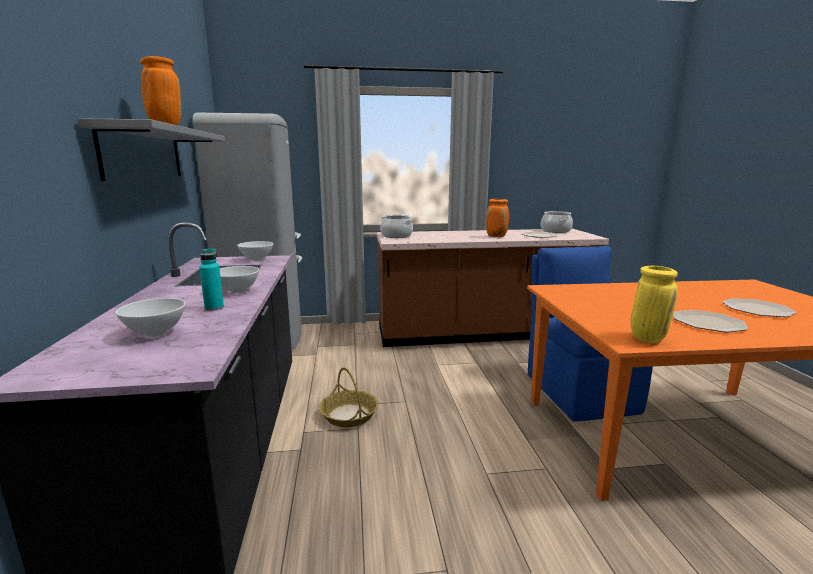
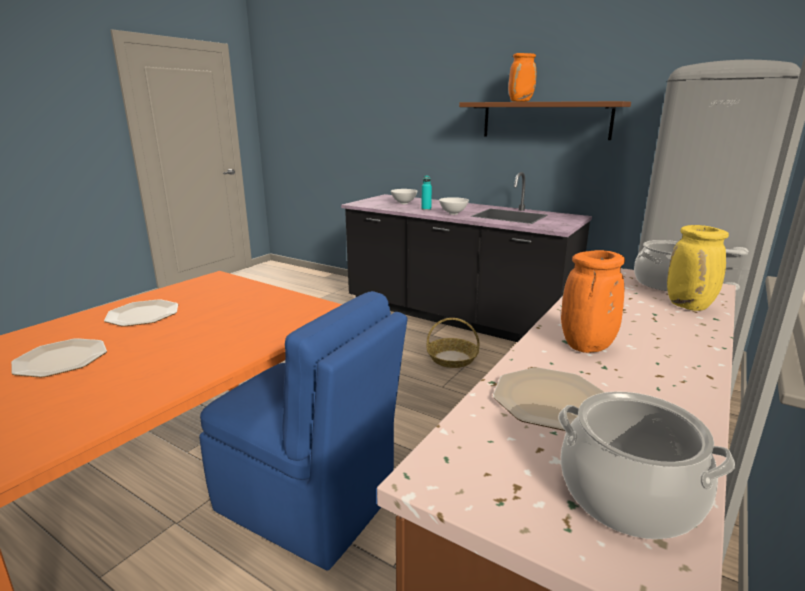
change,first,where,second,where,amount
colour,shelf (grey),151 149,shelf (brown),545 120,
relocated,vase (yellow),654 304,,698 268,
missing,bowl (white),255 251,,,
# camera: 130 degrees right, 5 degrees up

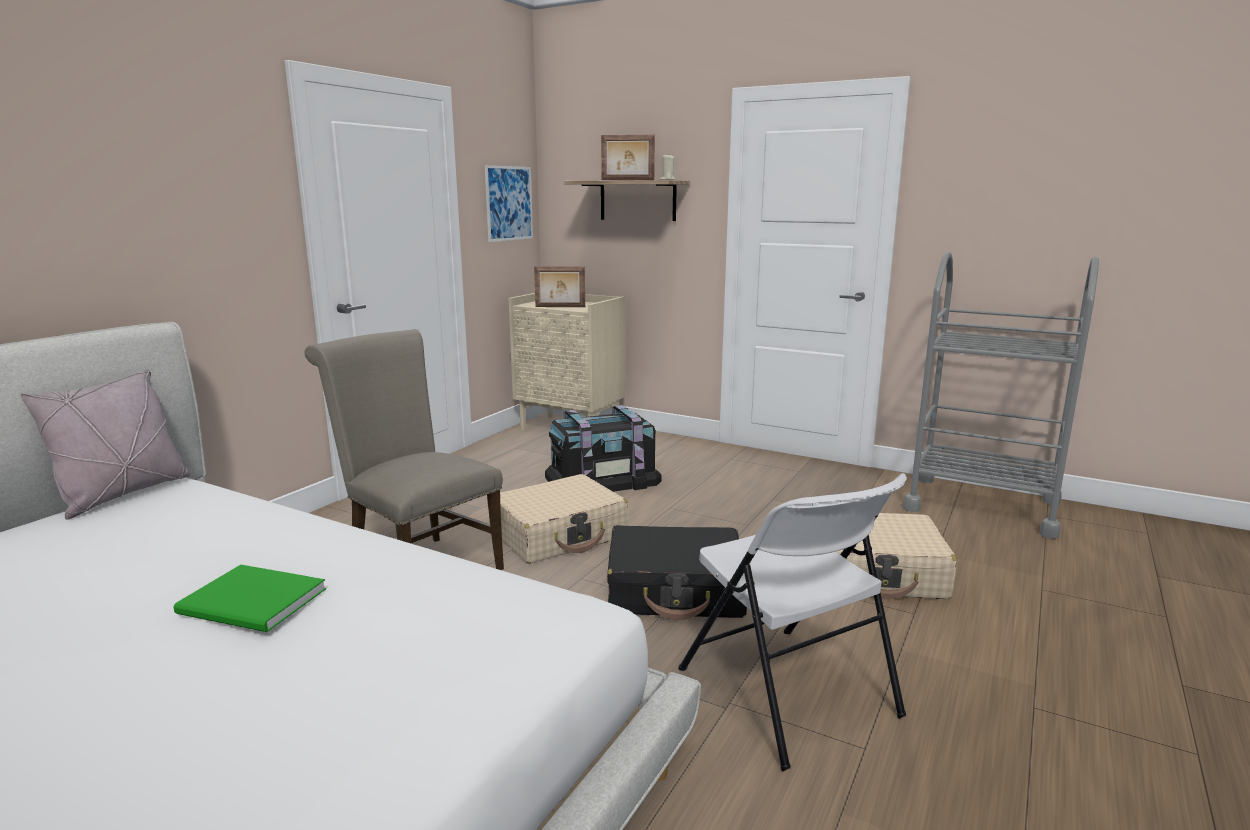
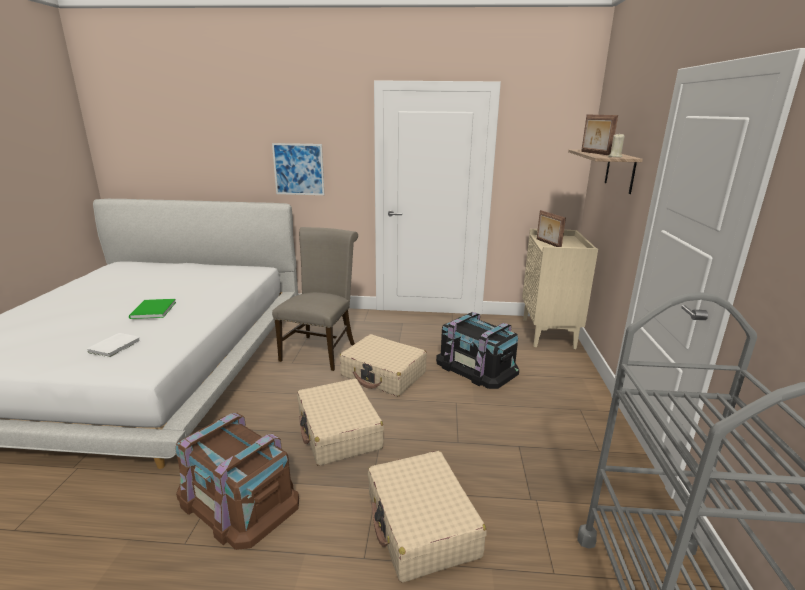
change,first,where,second,where,amount
appeared,,,book (white),113 345,
exchanged,chair (white),792 622,storage box (brown),237 481,
relocated,picture,509 203,,298 169,
colour,suitcase (black),677 572,suitcase (beige),340 422,
missing,pillow (purple),105 444,,,
# camera: 65 degrees right, 5 degrees up

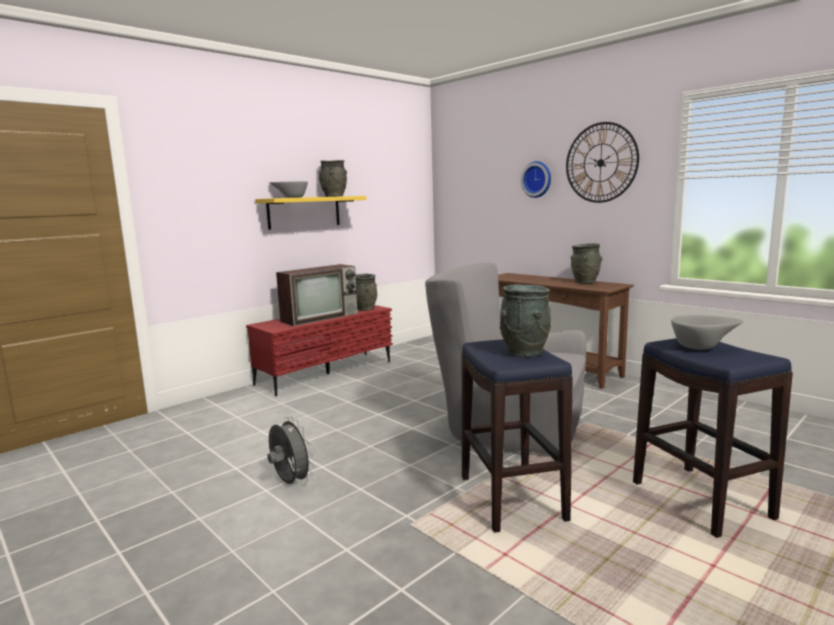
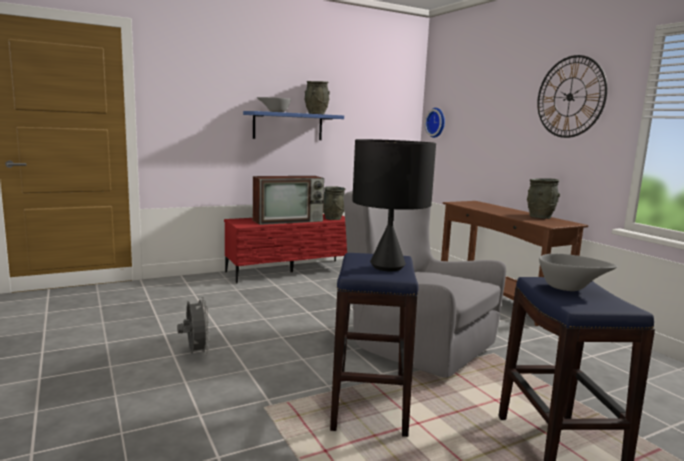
change,first,where,second,where,amount
colour,shelf (yellow),310 213,shelf (blue),293 125,
exchanged,vase (grey),525 320,table lamp (black),394 205,
relocated,wall clock,536 179,,435 123,
# camera: 15 degrees right, 0 degrees up

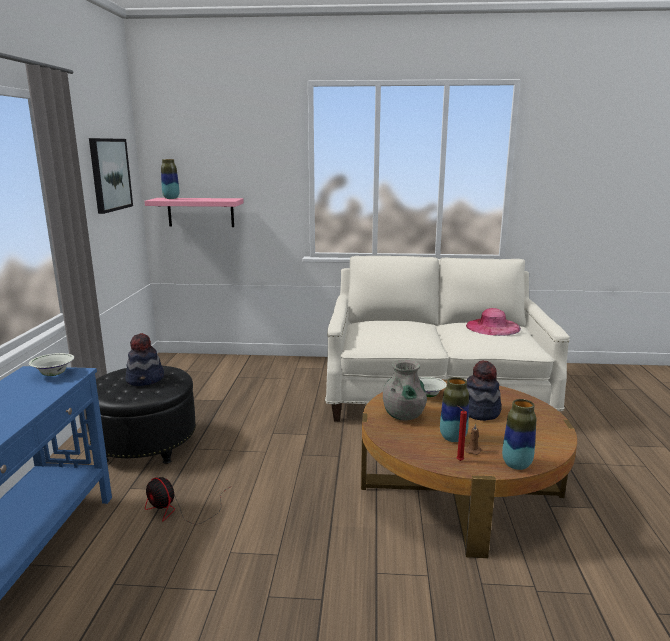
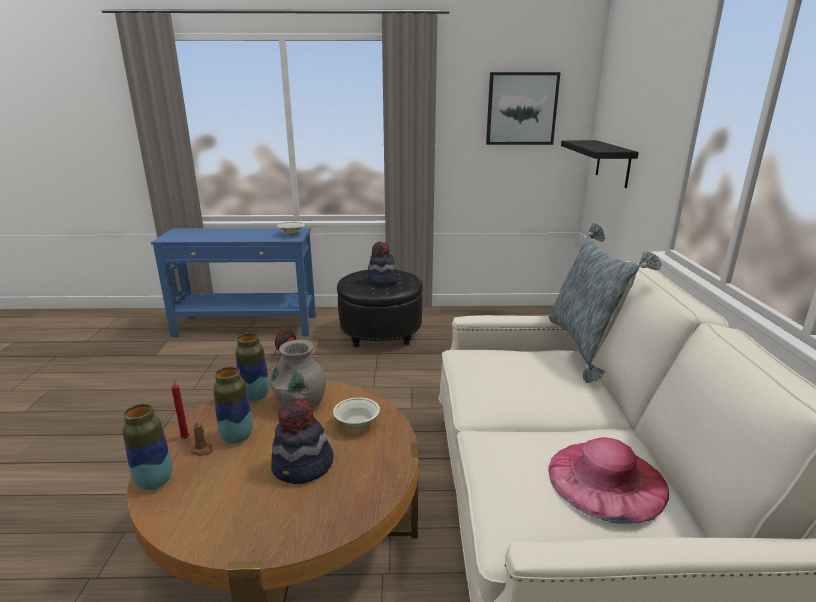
change,first,where,second,where,amount
relocated,vase,170 179,,252 367,
appeared,,,pillow,605 303,
colour,shelf (pink),194 212,shelf (black),600 164,
# camera: 85 degrees right, 5 degrees up

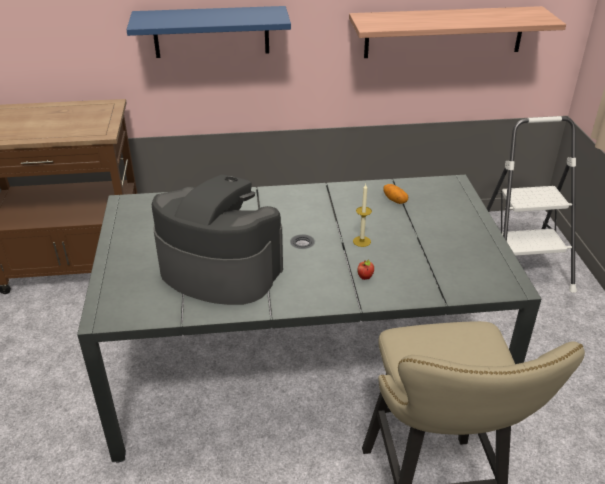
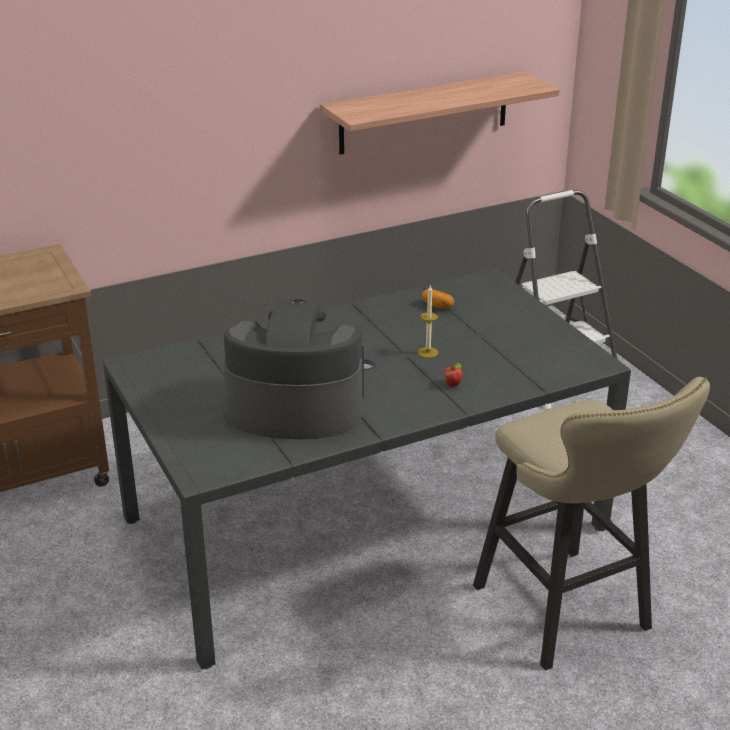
change,first,where,second,where,amount
missing,shelf (blue),209 32,,,
# camera: 20 degrees left, 5 degrees down

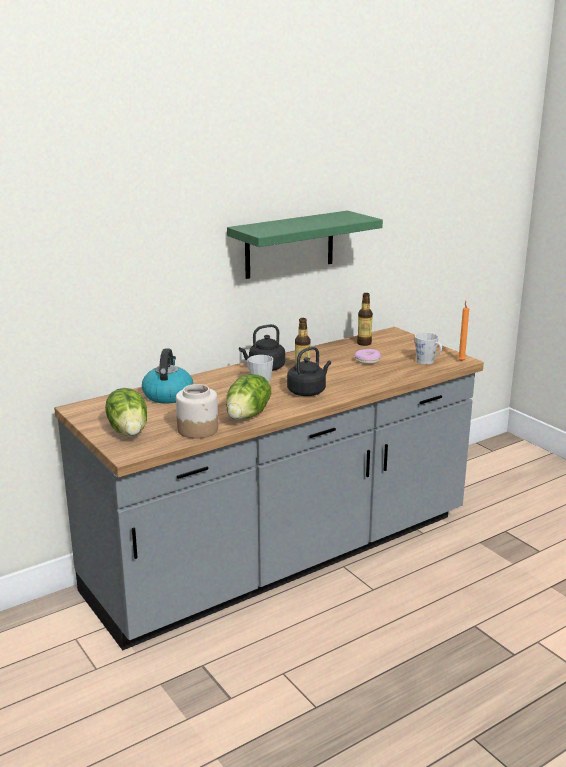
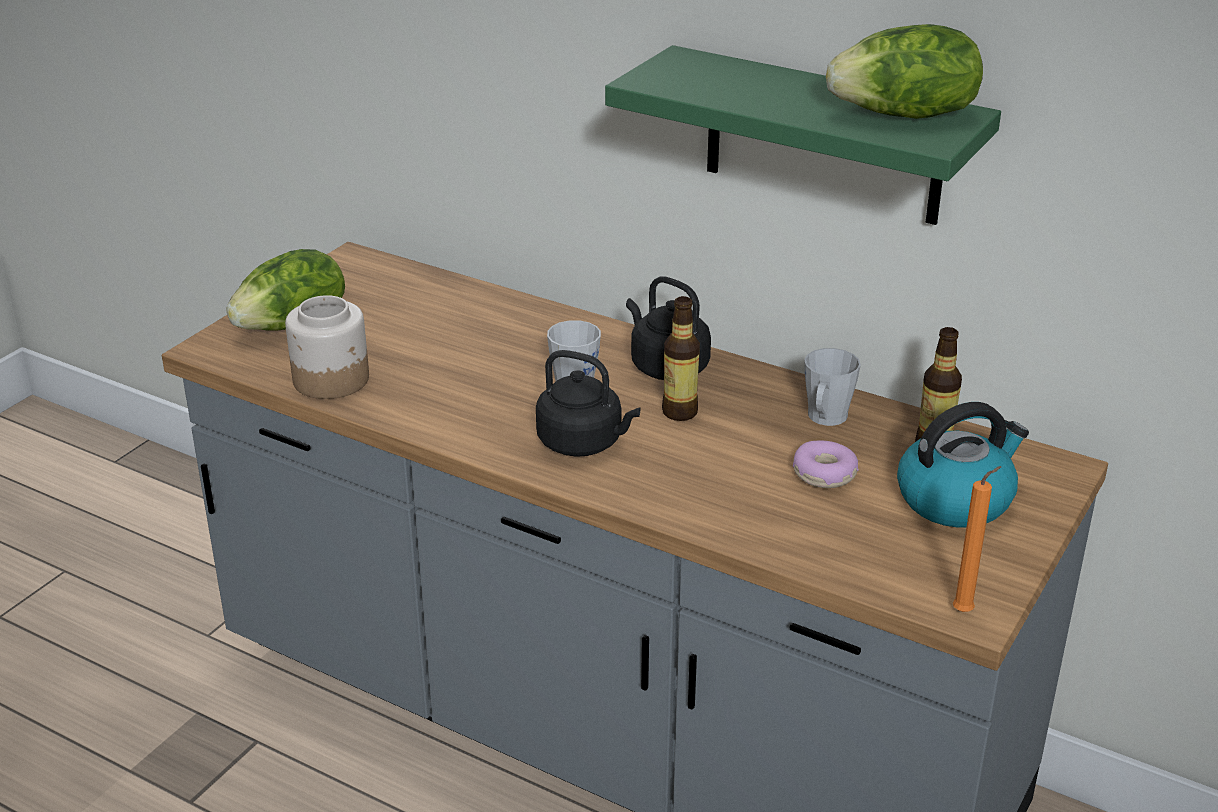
change,first,where,second,where,amount
relocated,mug (grey),428 348,,832 387,
relocated,lettuce,248 396,,904 71,
relocated,kettle,167 376,,963 464,
# camera: 65 degrees right, 10 degrees up

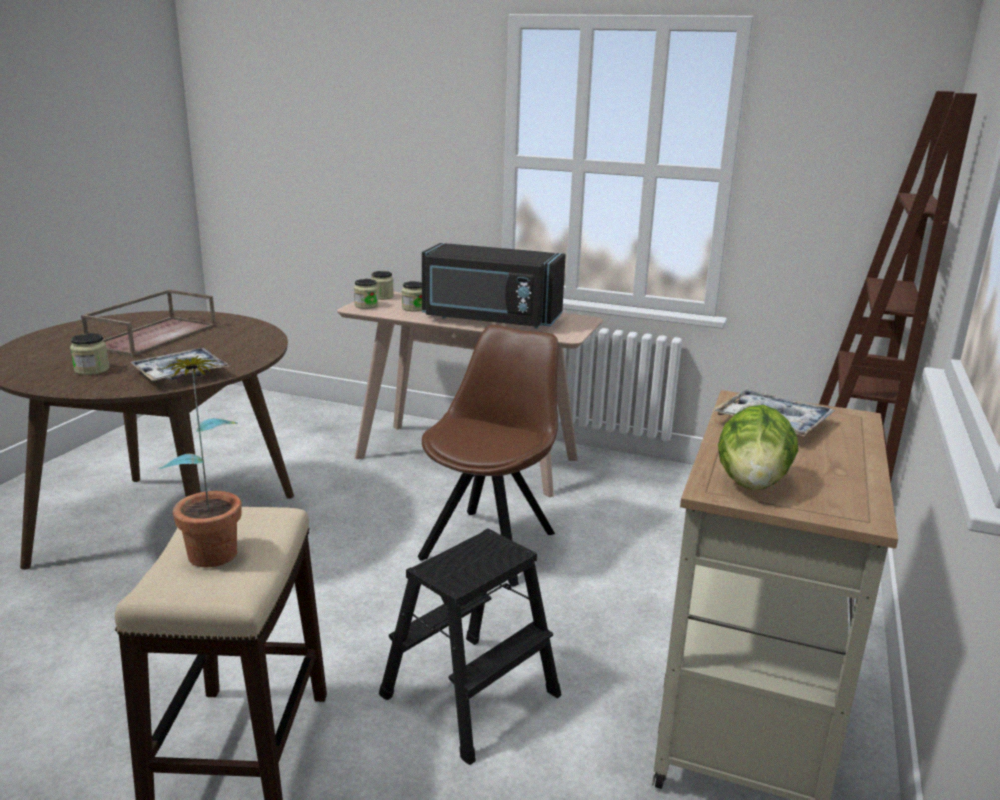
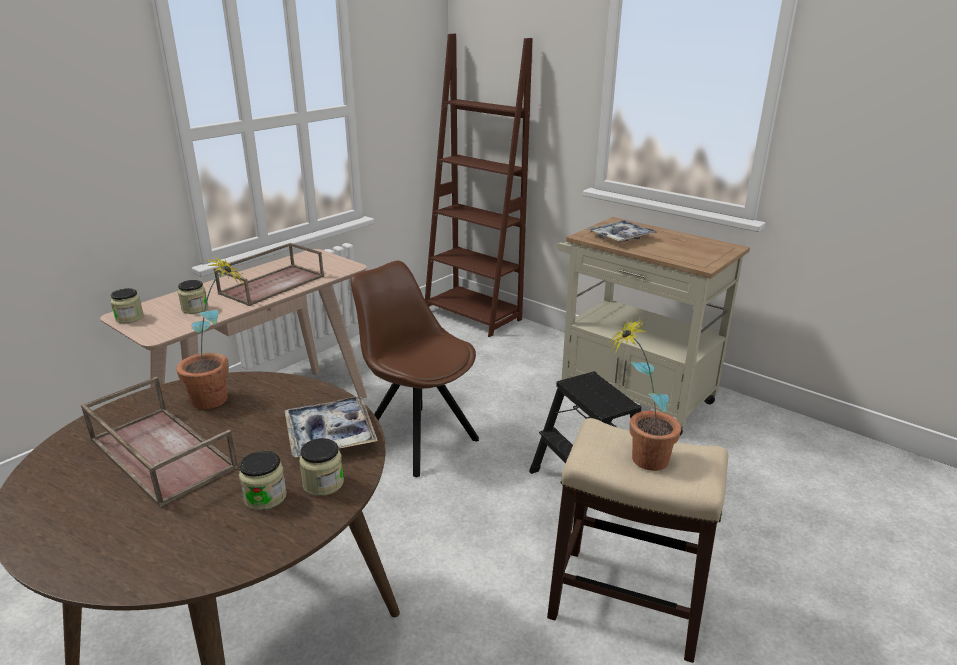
change,first,where,second,where,amount
appeared,,,potted plant,210 332,
exchanged,microwave (black),494 286,tray (brown),268 274,
relocated,jar,366 294,,321 467,
missing,lettuce,758 447,,,
# camera: 70 degrees left, 5 degrees up

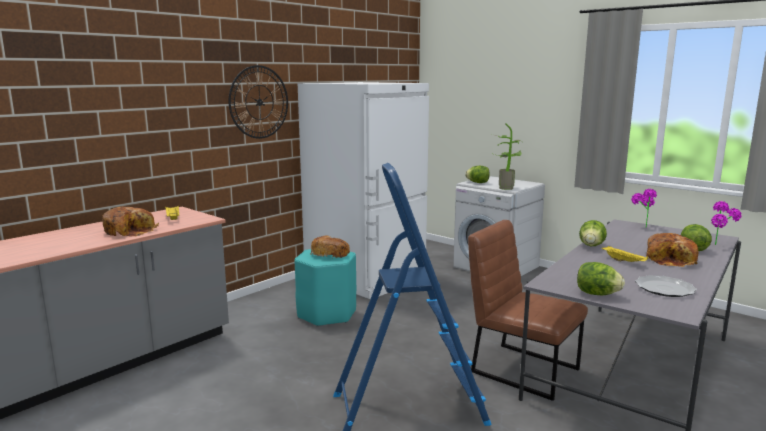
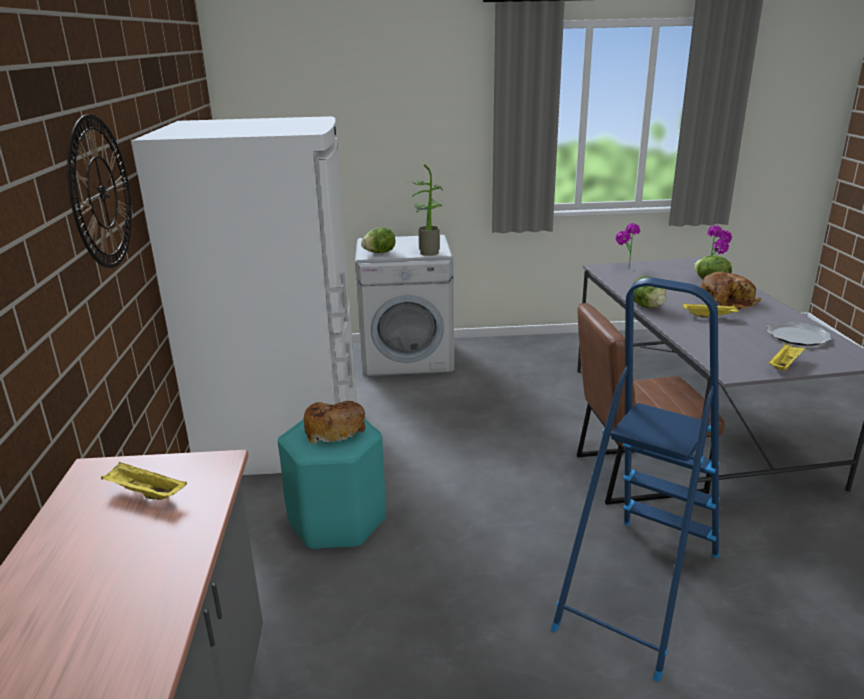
change,first,where,second,where,amount
exchanged,lettuce,601 278,tray (yellow),787 357,
missing,bread,130 221,,,
# camera: 45 degrees left, 10 degrees up

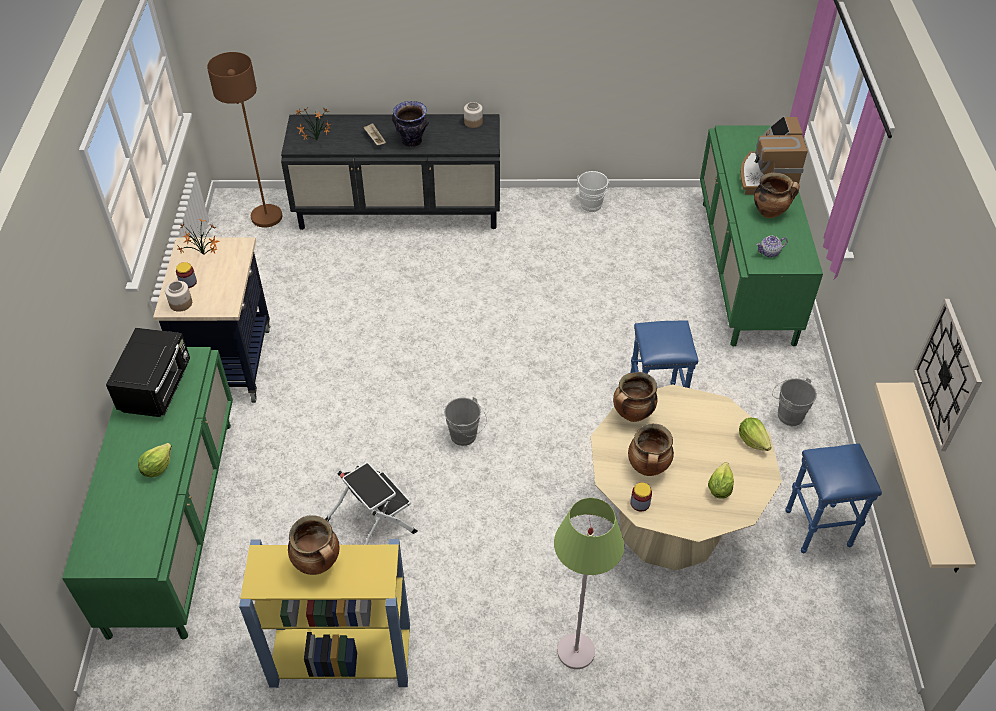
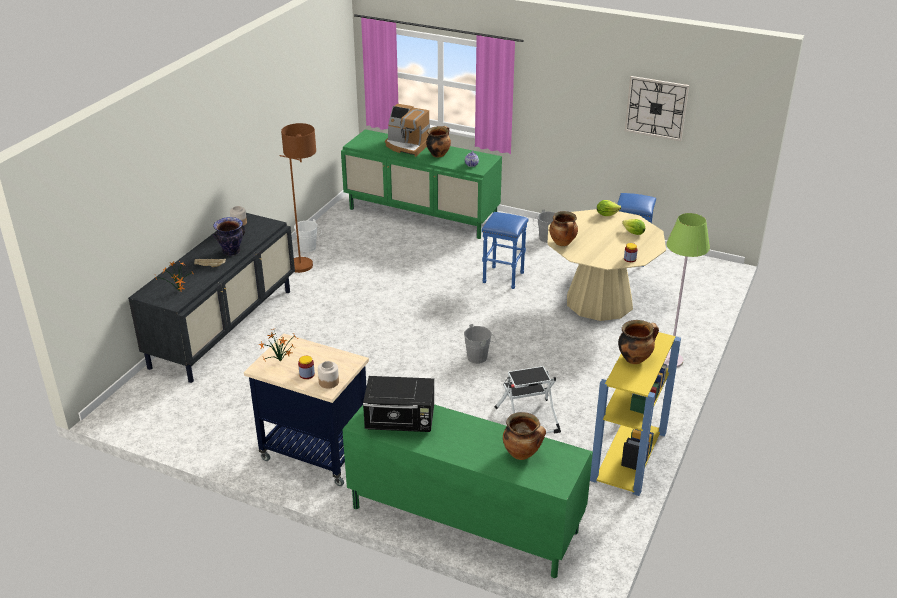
change,first,where,second,where,amount
relocated,floor lamp (brown),244 140,,298 198,
spun,microwave (black),148 372,,398 404,150 degrees clockwise
relocated,cooking pot,651 450,,524 436,
missing,lettuce,155 460,,,
missing,shelf (beige),925 478,,,
# camera: 65 degrees left, 15 degrees down

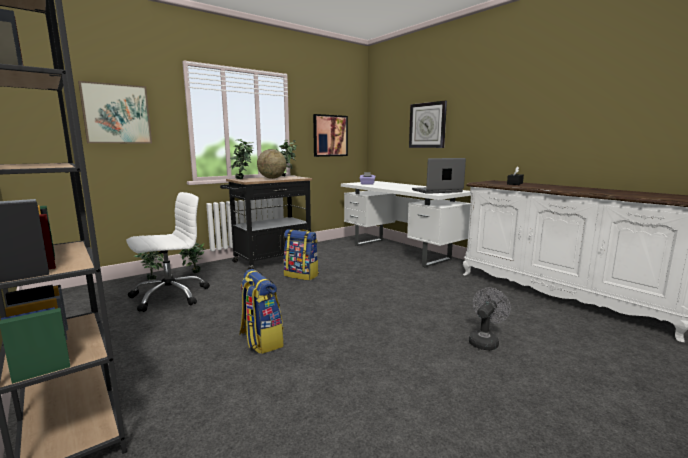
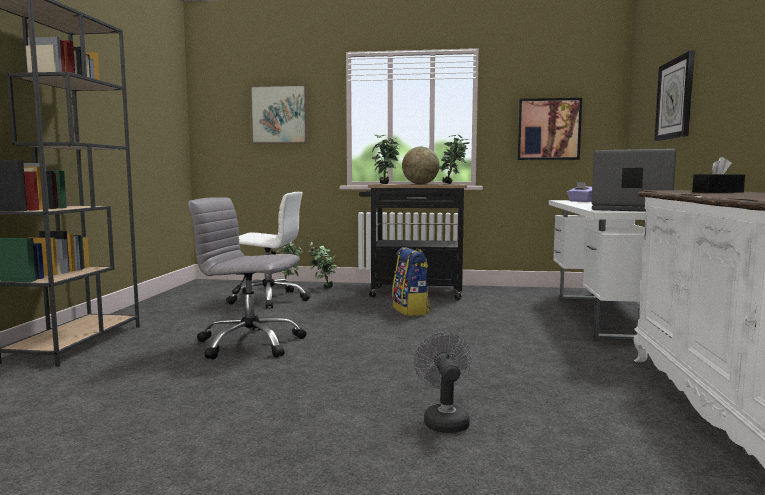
change,first,where,second,where,amount
exchanged,backpack,261 311,office chair (grey),247 278,
spun,fan (grey),490 319,,443 382,90 degrees counterclockwise
# camera: 45 degrees right, 5 degrees down

